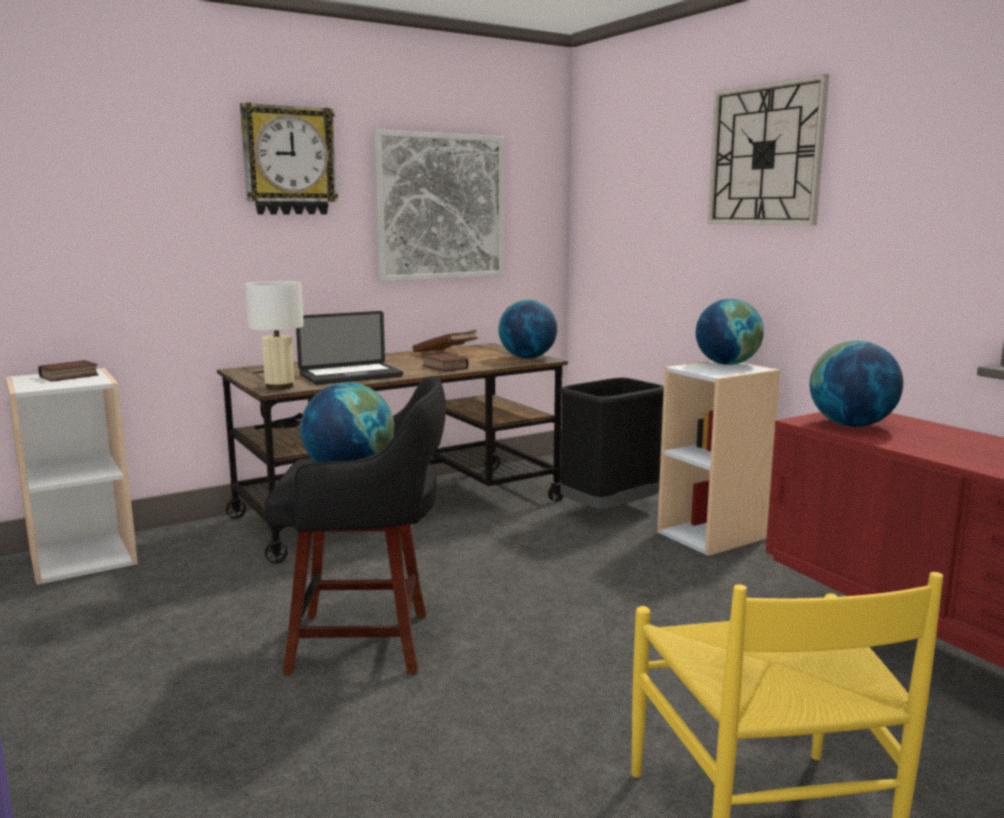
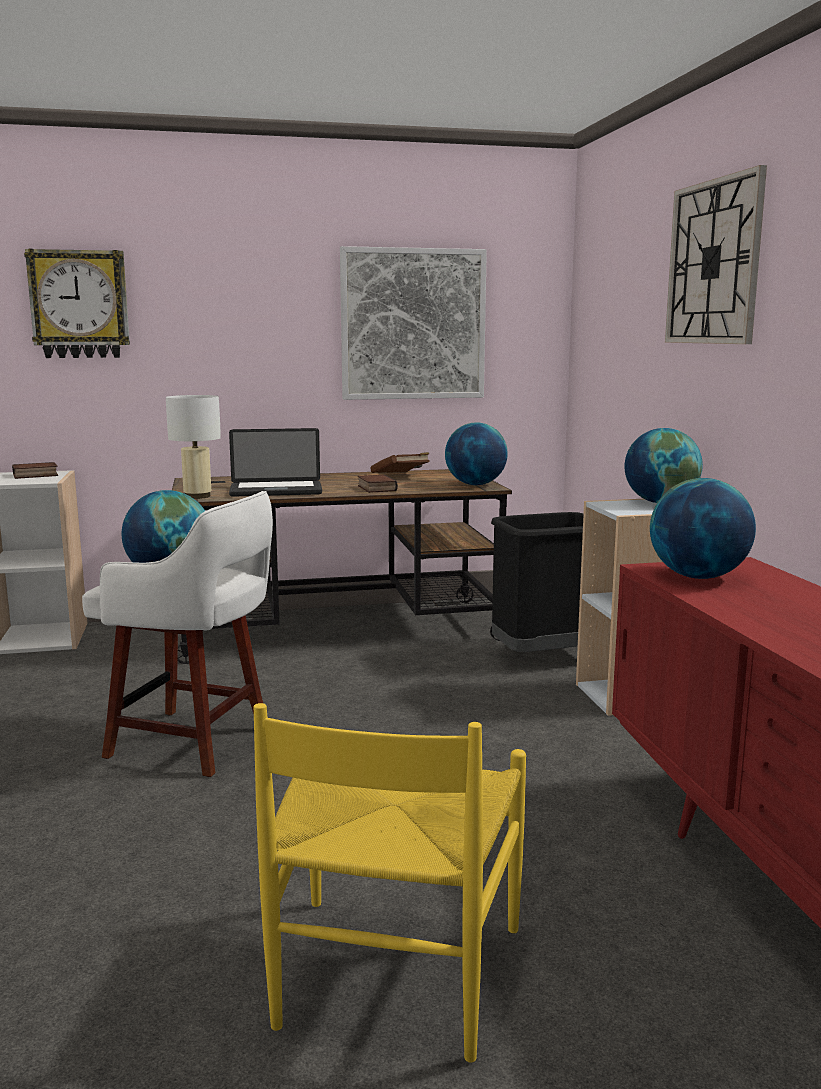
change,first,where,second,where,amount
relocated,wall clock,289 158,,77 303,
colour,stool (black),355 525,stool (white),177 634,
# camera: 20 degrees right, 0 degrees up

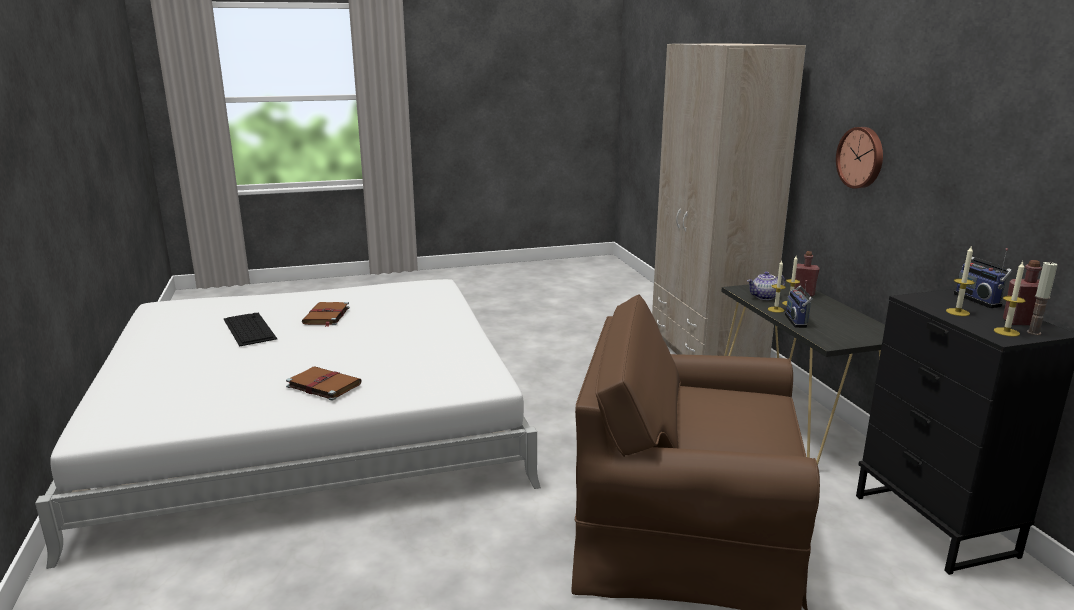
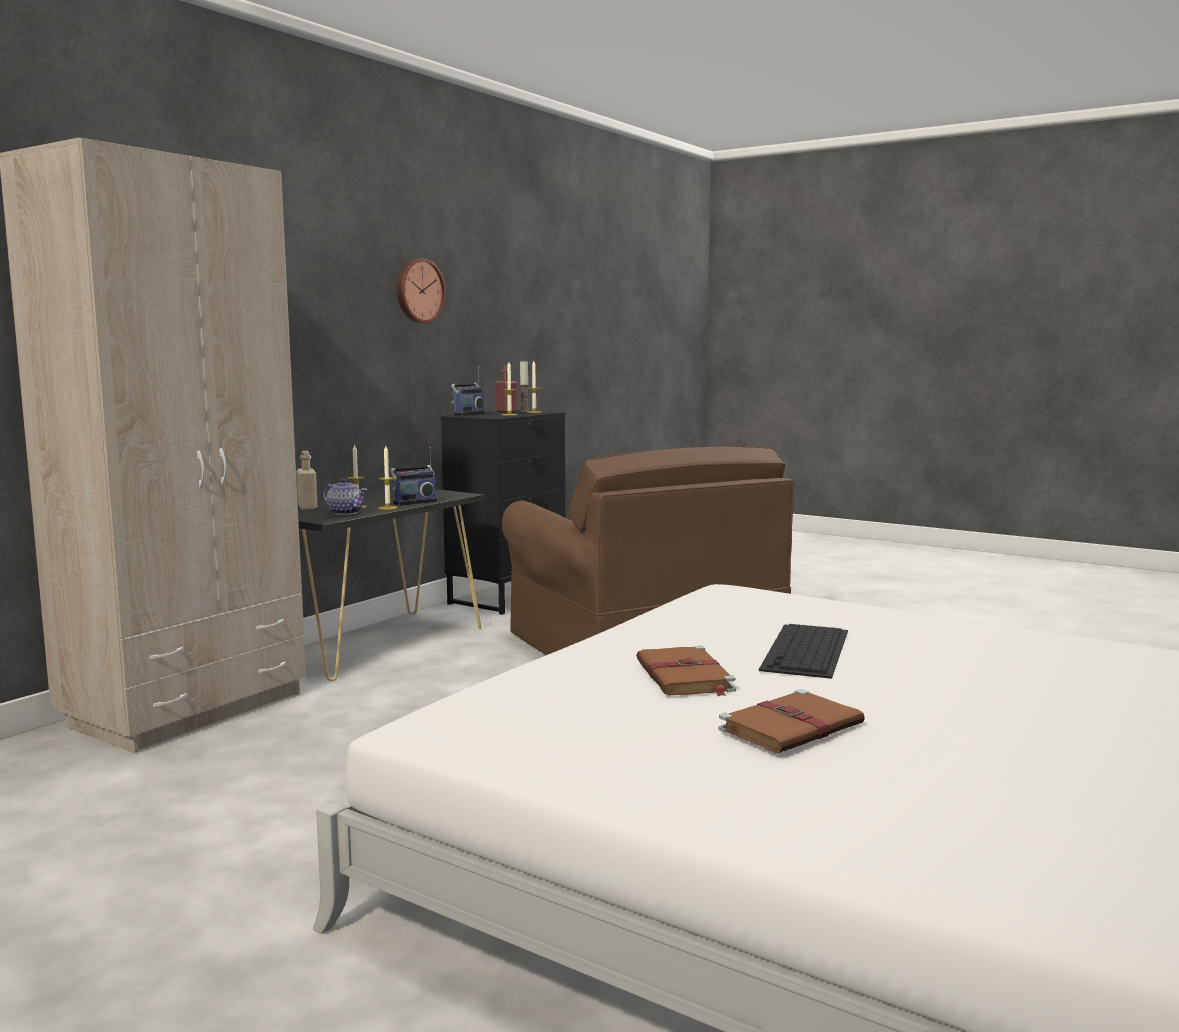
change,first,where,second,where,amount
colour,bottle (red),807 273,bottle (beige),307 480,
relocated,wall clock,859 158,,421 291,
relocated,book (brown),324 384,,686 671,
relocated,keyboard,250 330,,803 651,
# camera: 130 degrees left, 10 degrees down

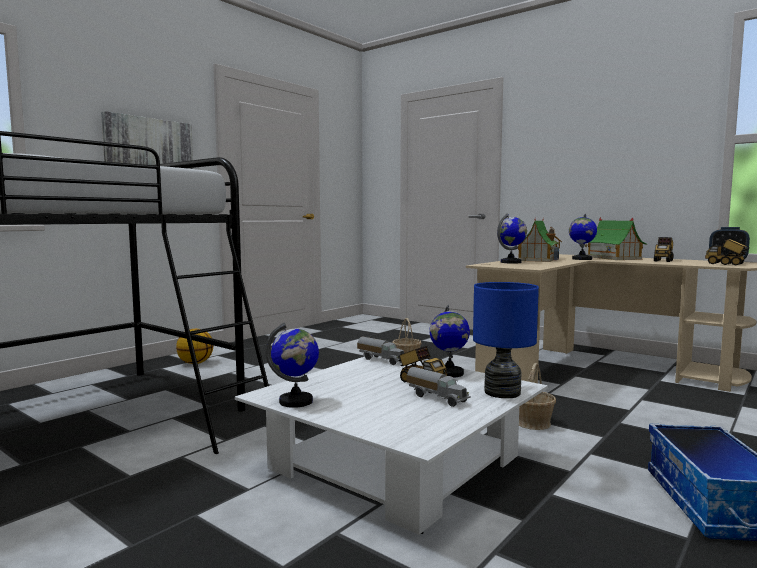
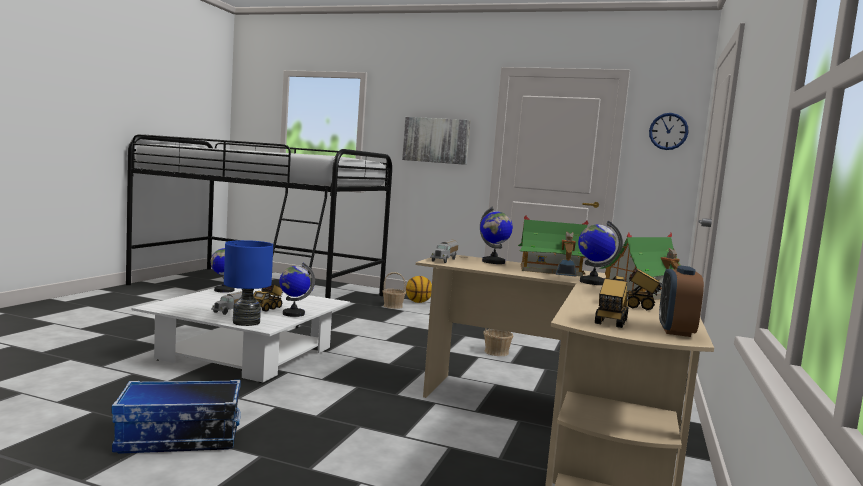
change,first,where,second,where,amount
relocated,basket,537 396,,394 290,
relocated,toy truck,380 350,,444 251,
appeared,,,wall clock,669 131,
# camera: 70 degrees right, 0 degrees up

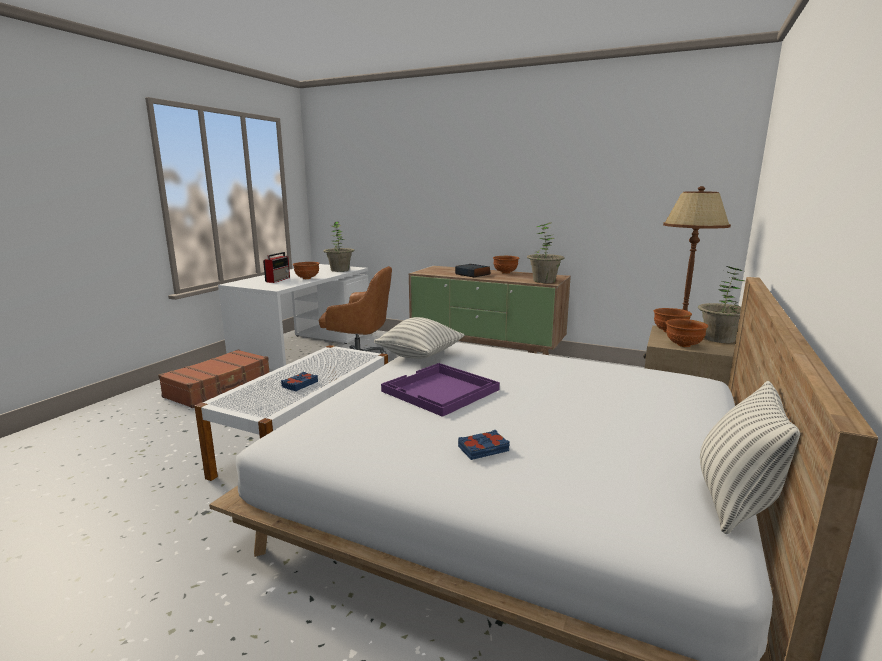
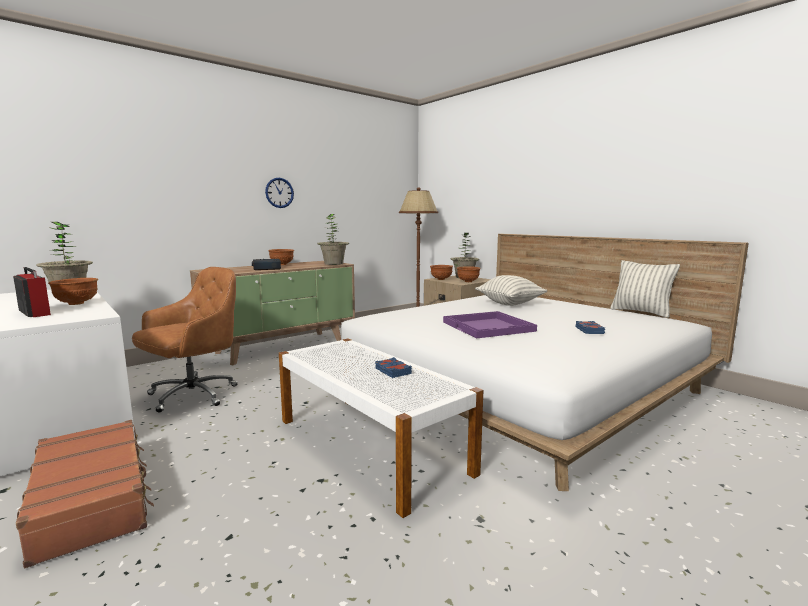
change,first,where,second,where,amount
appeared,,,wall clock,279 193,
relocated,pillow,419 338,,511 290,
# camera: 65 degrees left, 5 degrees down

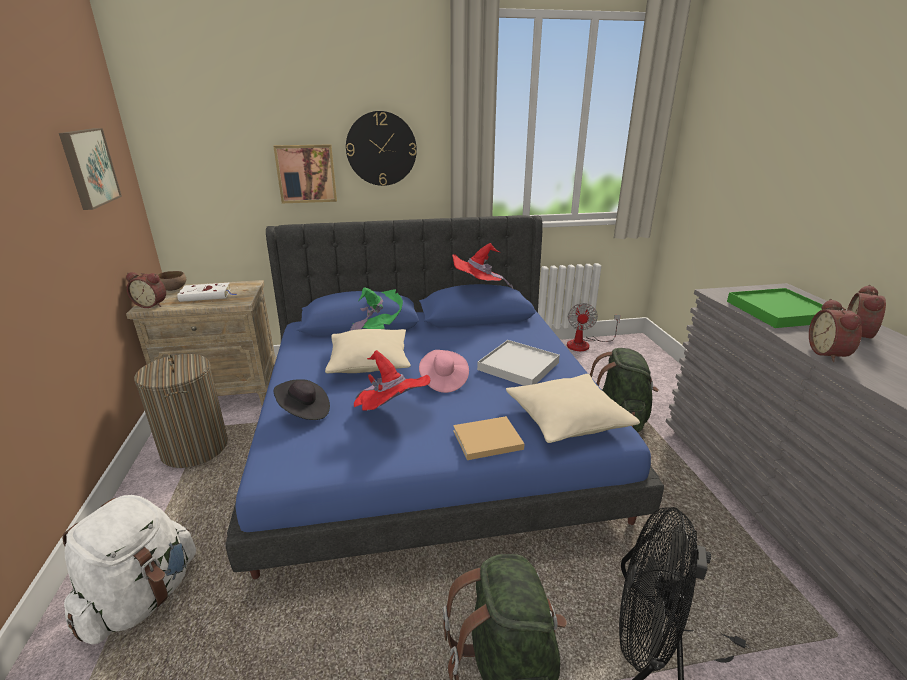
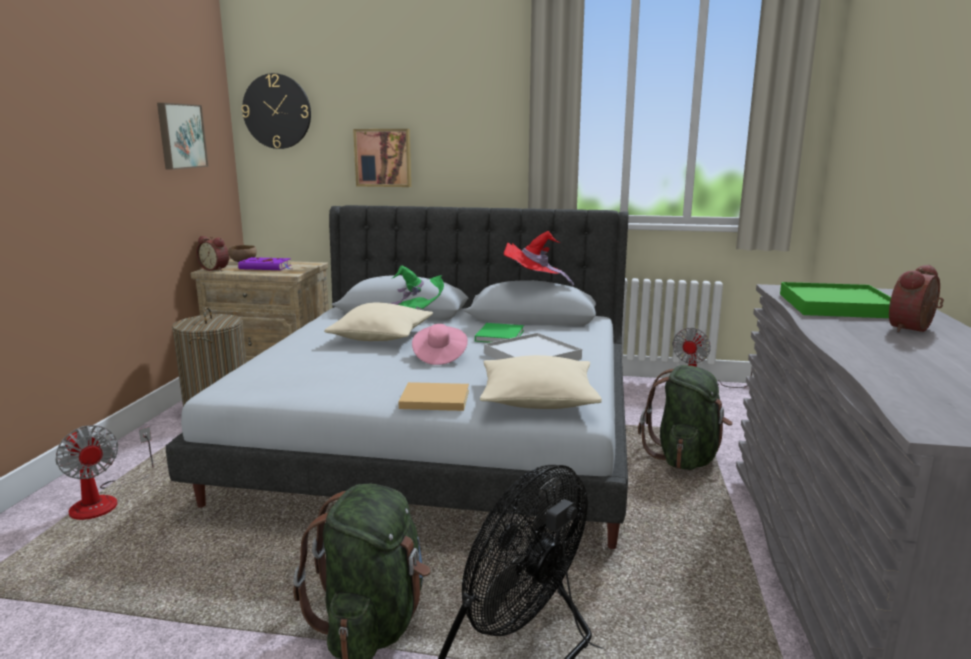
change,first,where,second,where,amount
exchanged,backpack (white),129 570,fan,104 472,
colour,bed (blue),444 397,bed (grey),397 377,
colour,book (white),206 292,book (purple),264 263,
relocated,wall clock,381 148,,276 111,
appeared,,,book (green),499 333,
missing,hat (black),302 399,,,
missing,hat (red),392 380,,,
missing,alarm clock,835 330,,,
# camera: 20 degrees right, 10 degrees down

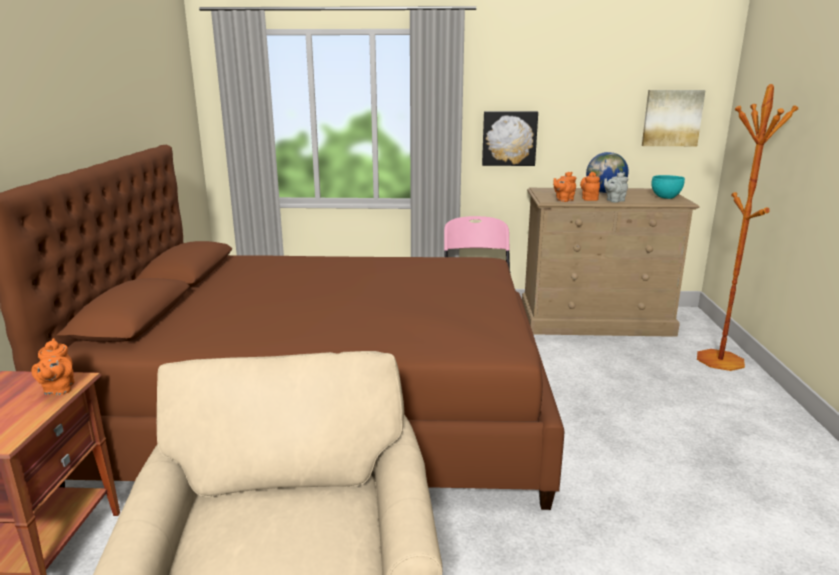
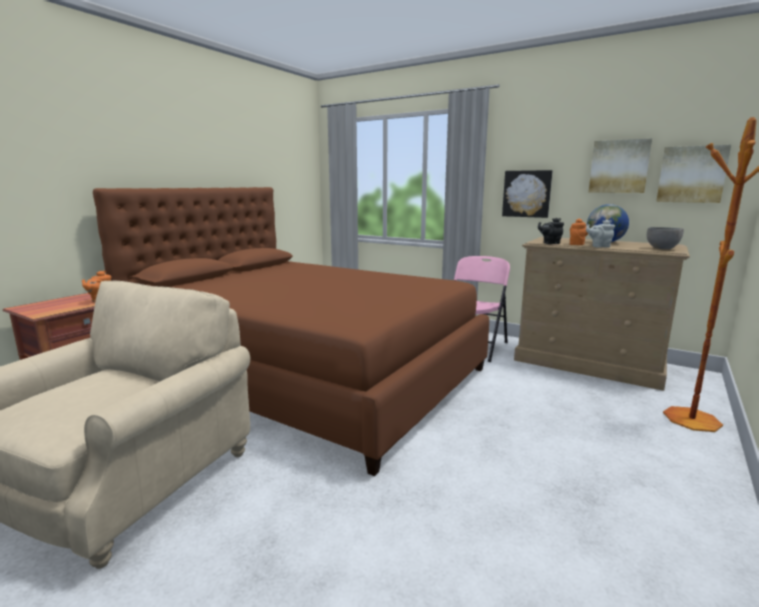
change,first,where,second,where,amount
colour,teapot (orange),564 187,teapot (black),551 231,
appeared,,,picture,620 165,
colour,bowl (turquoise),668 187,bowl (grey),665 238,
# camera: 30 degrees right, 5 degrees down

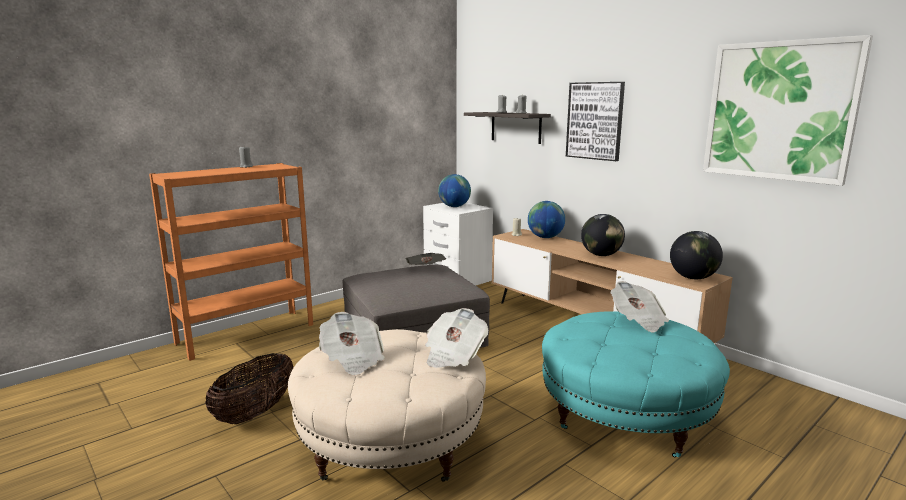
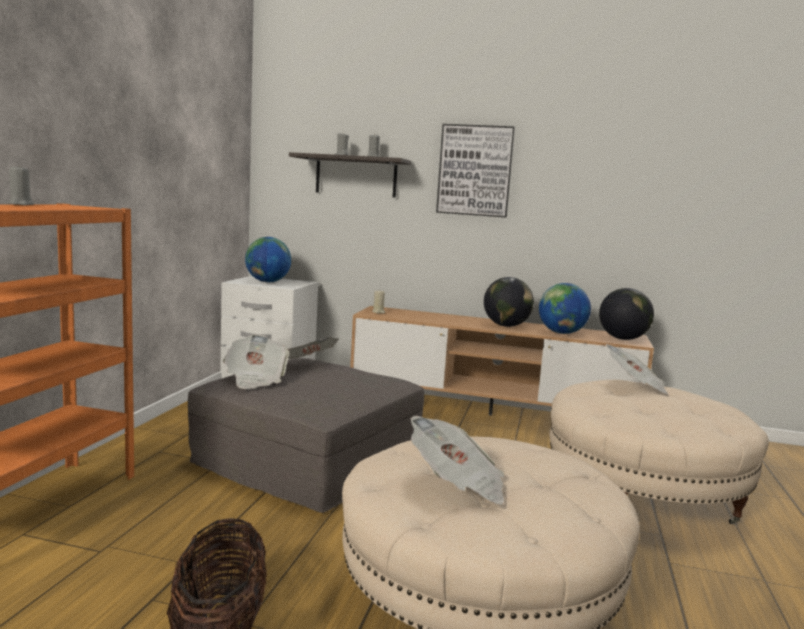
change,first,where,second,where,amount
relocated,newspaper,456 338,,256 361,
relocated,globe,546 219,,565 308,
colour,ottoman (turquoise),636 384,ottoman (beige),659 452,
missing,picture,788 110,,,
# camera: 35 degrees left, 5 degrees down

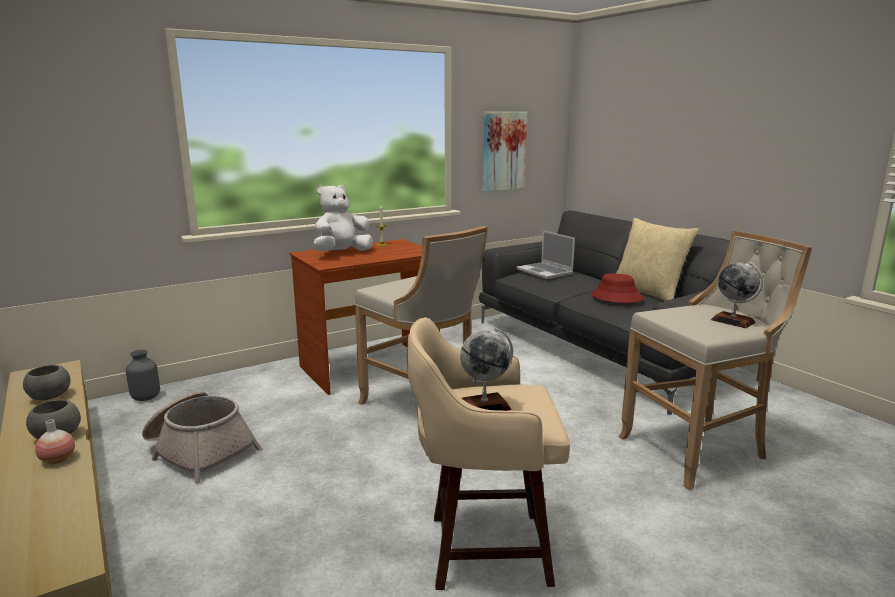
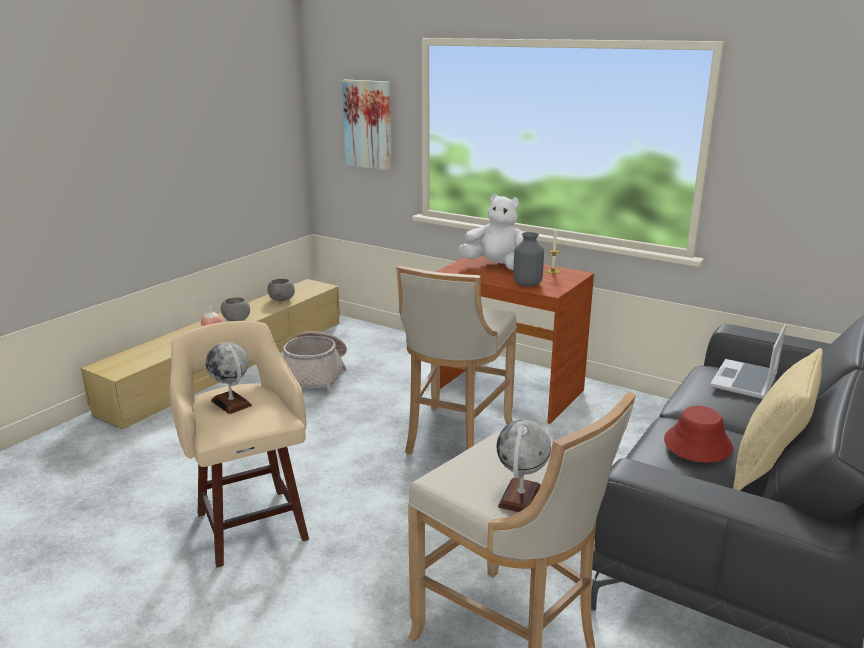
change,first,where,second,where,amount
relocated,picture,505 152,,367 125,
relocated,vase (grey),143 375,,528 259,
# camera: 65 degrees right, 5 degrees up

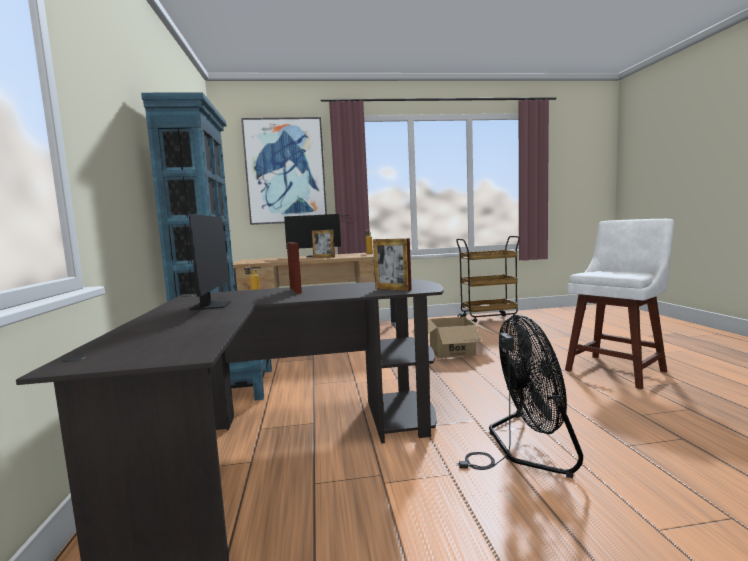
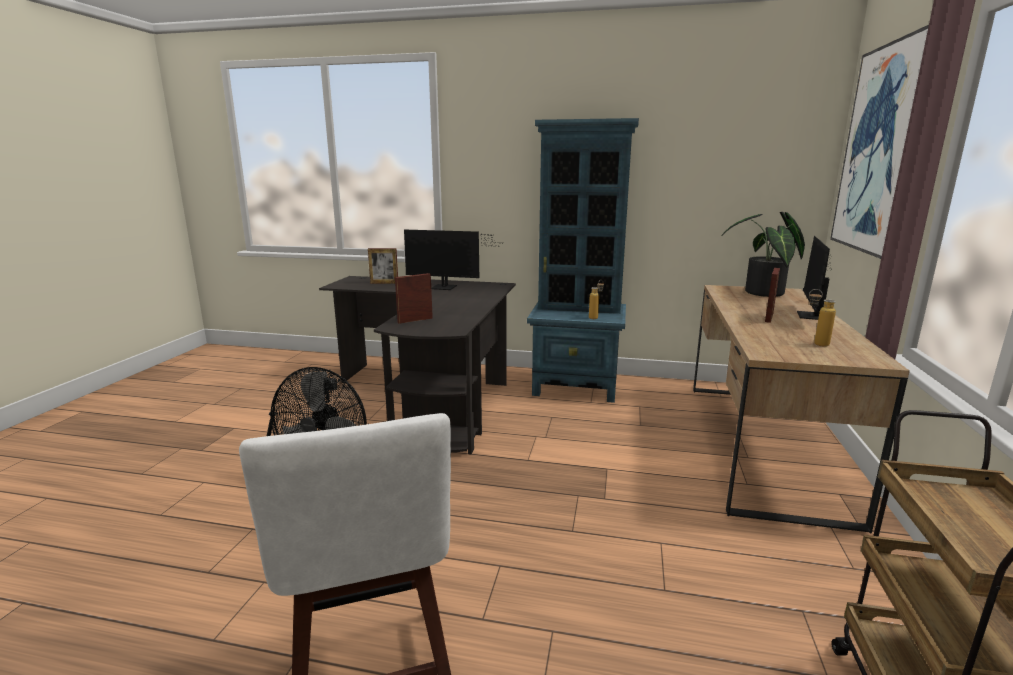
change,first,where,second,where,amount
relocated,picture frame,294 268,,383 266,
appeared,,,potted plant,763 254,
missing,cardboard box,452 337,,,
# camera: 110 degrees right, 10 degrees up

